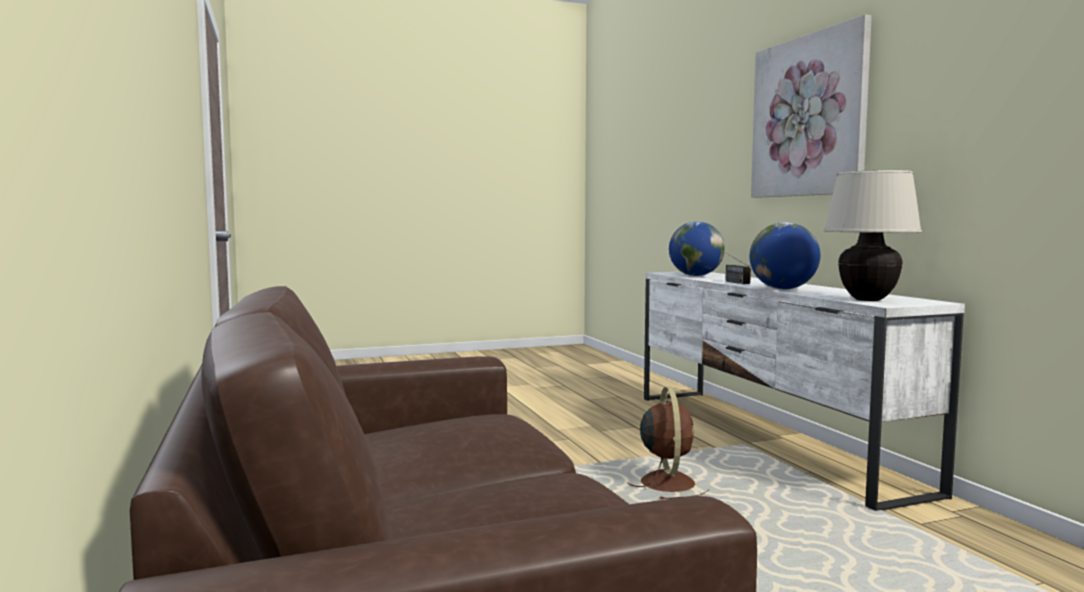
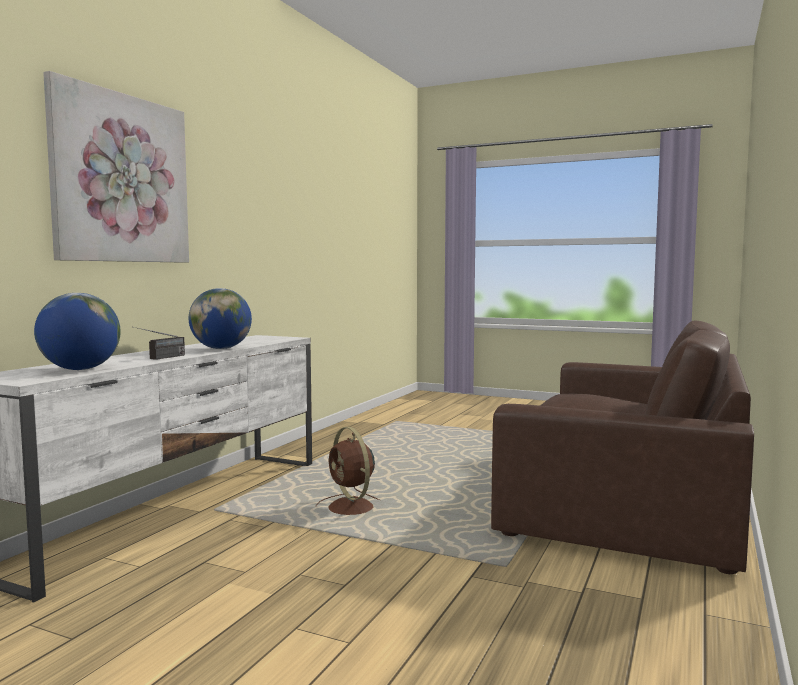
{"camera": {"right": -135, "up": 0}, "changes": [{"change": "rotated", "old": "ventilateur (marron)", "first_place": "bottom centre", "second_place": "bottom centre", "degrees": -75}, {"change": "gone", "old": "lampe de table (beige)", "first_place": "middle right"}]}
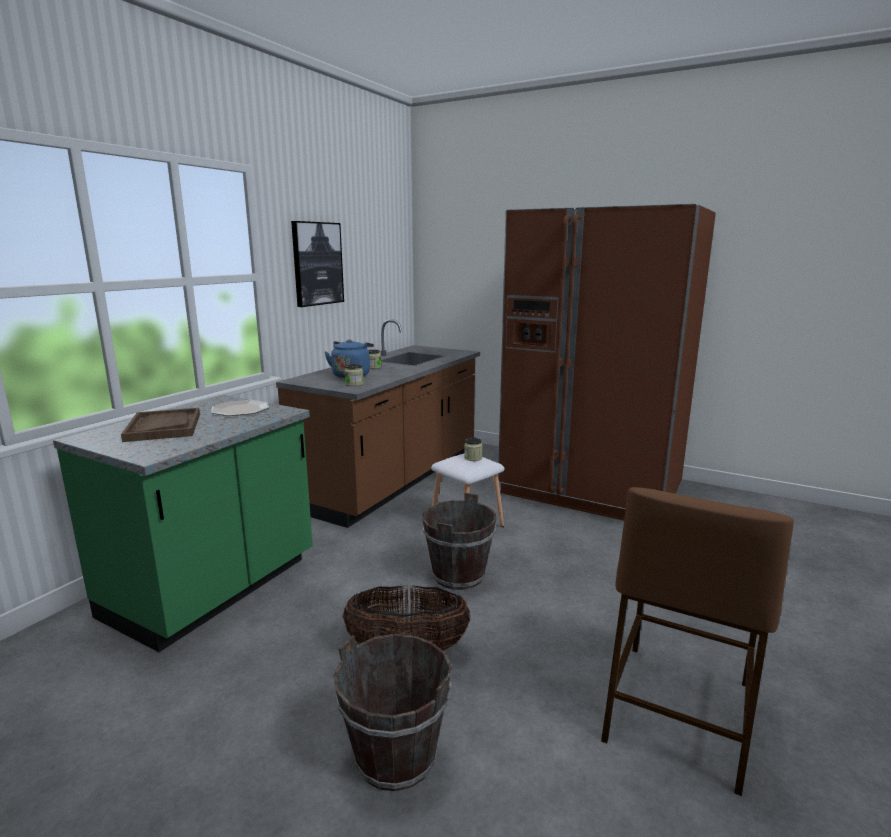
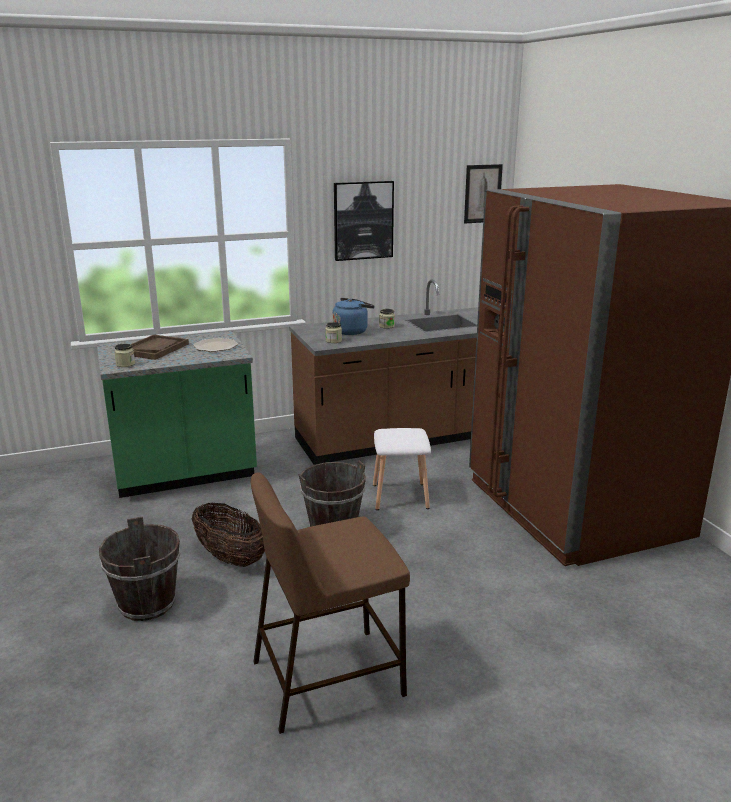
{"camera": {"right": 40, "up": 5}, "changes": [{"change": "shifted", "old": "bocal (no. 3 from left in the first image)", "new": "bocal (no. 1 from left)", "first_place": "centre", "second_place": "middle left"}, {"change": "new", "new": "tableau (no. 2 from left)", "second_place": "top centre"}]}
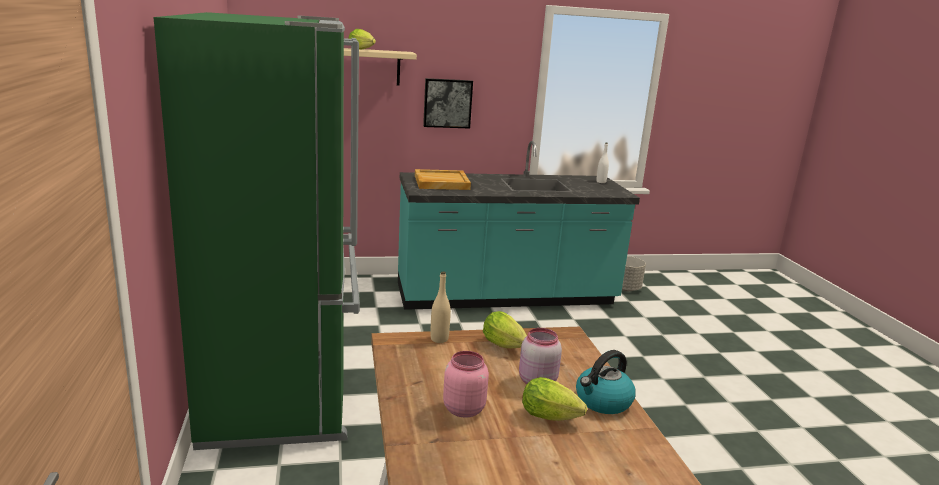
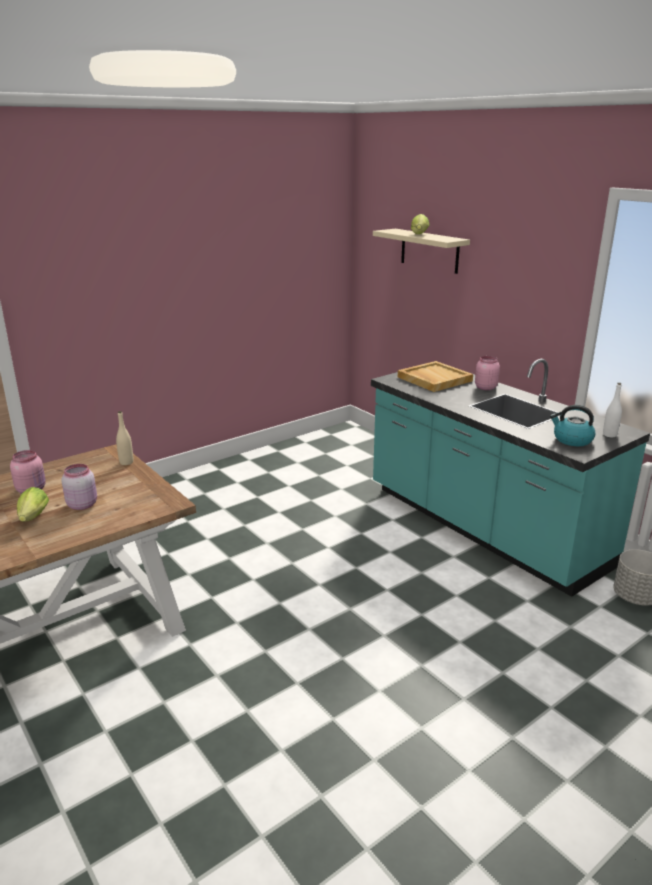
{"camera": {"right": 65, "up": 5}, "changes": [{"change": "gone", "old": "réfrigérateur (vert)", "first_place": "middle left"}, {"change": "gone", "old": "tableau", "first_place": "top centre"}, {"change": "gone", "old": "laitue (no. 2 from left)", "first_place": "bottom centre"}, {"change": "shifted", "old": "bouilloire", "first_place": "bottom centre", "second_place": "middle right"}, {"change": "new", "new": "bocal (rose) (no. 3 from left)", "second_place": "middle right"}]}
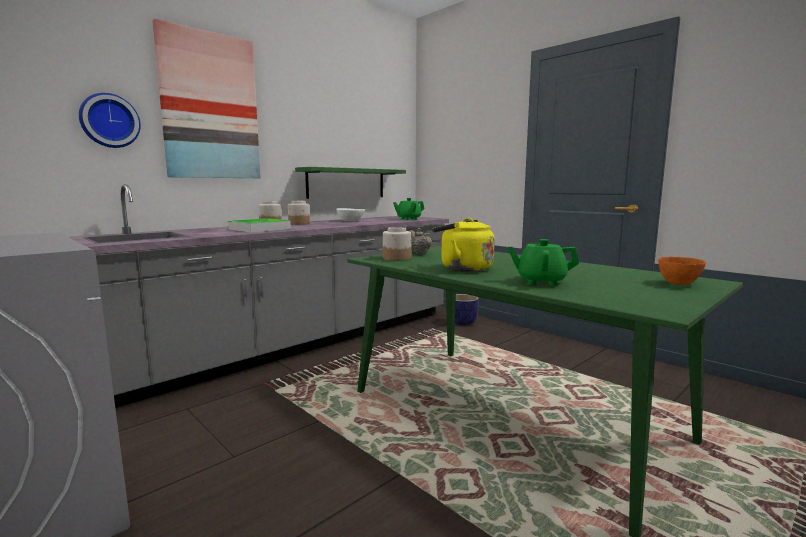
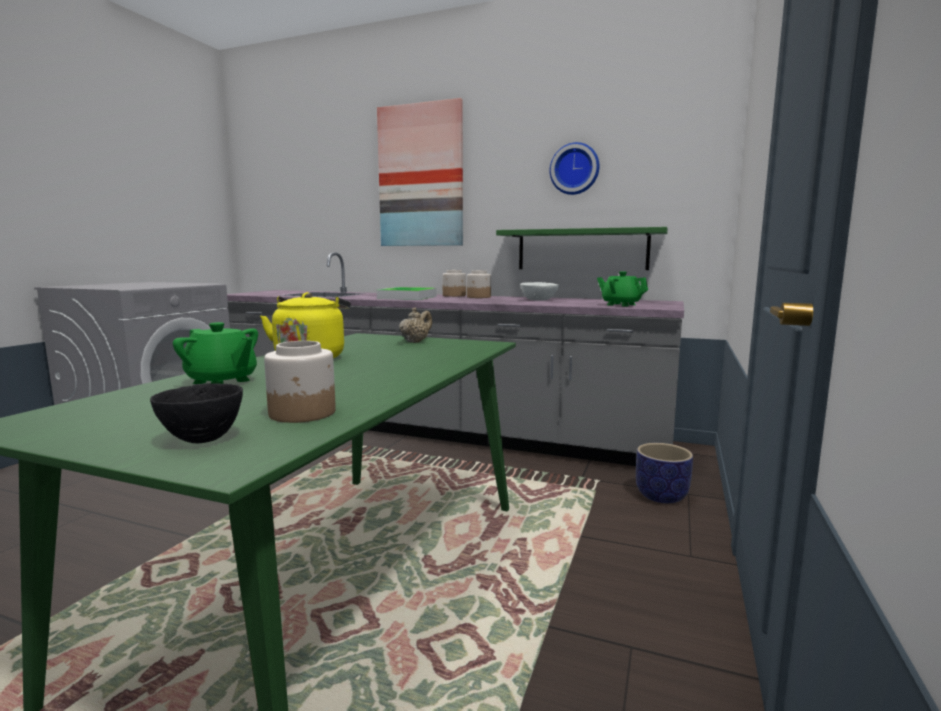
{"camera": {"right": 65, "up": 0}, "changes": [{"change": "shifted", "old": "horloge murale", "first_place": "top left", "second_place": "top centre"}, {"change": "shifted", "old": "bocal (no. 3 from left in the first image)", "new": "bocal (no. 1 from left)", "first_place": "centre", "second_place": "middle left"}, {"change": "rotated", "old": "théière (vert) (no. 2 from left in the first image)", "first_place": "middle right", "second_place": "middle left", "degrees": 135}, {"change": "repainted", "old": "bol (orange)", "new": "bol (noir)", "first_place": "middle right", "second_place": "middle left"}]}
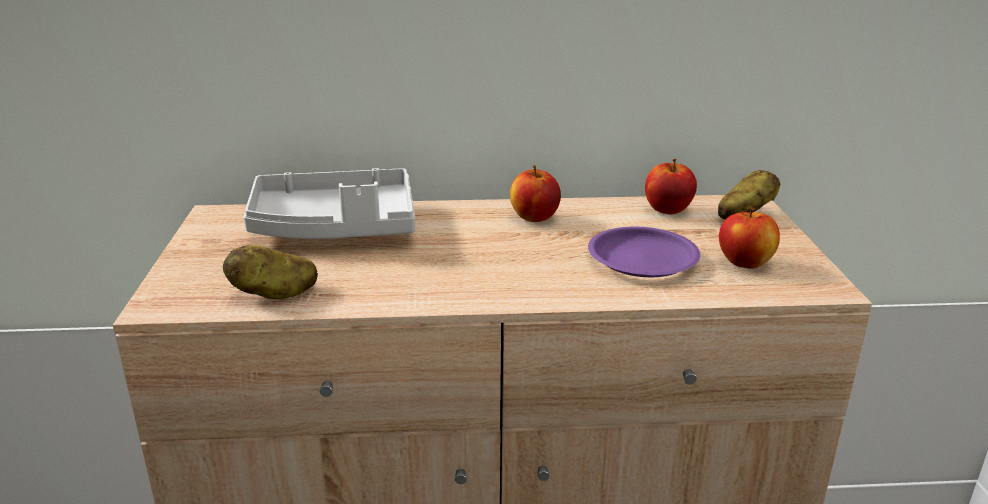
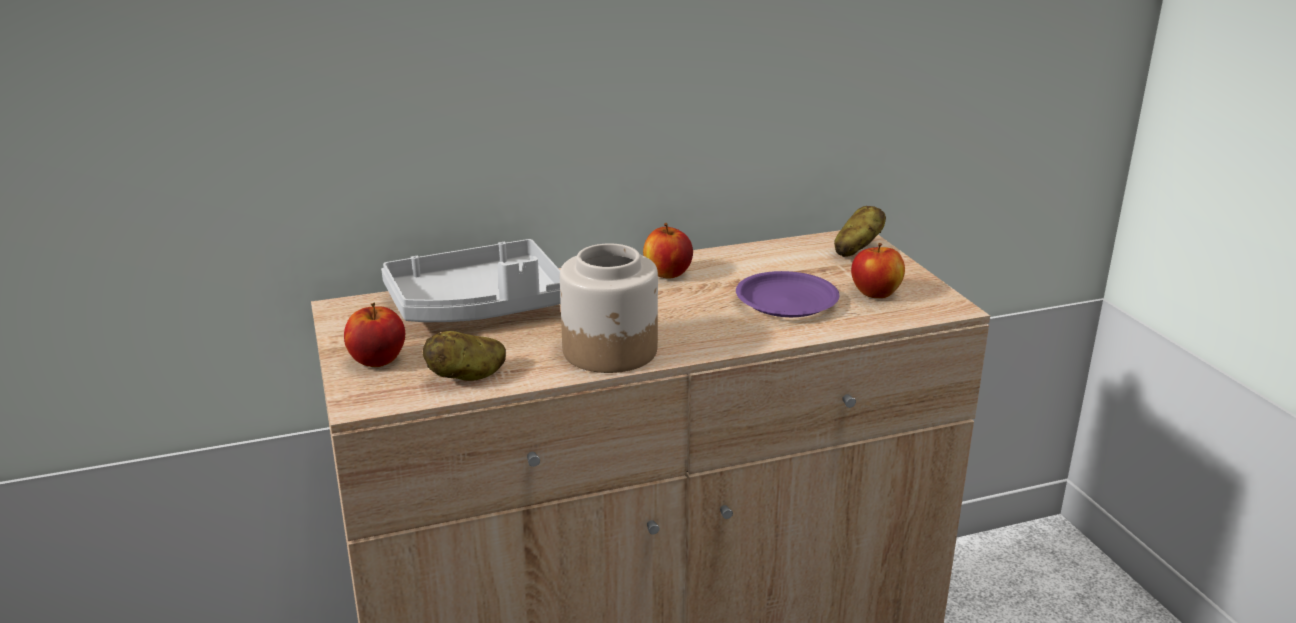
{"camera": {"right": -15, "up": 0}, "changes": [{"change": "shifted", "old": "pomme (no. 2 from left in the first image)", "new": "pomme (no. 1 from left)", "first_place": "middle right", "second_place": "middle left"}, {"change": "new", "new": "bocal", "second_place": "centre"}]}
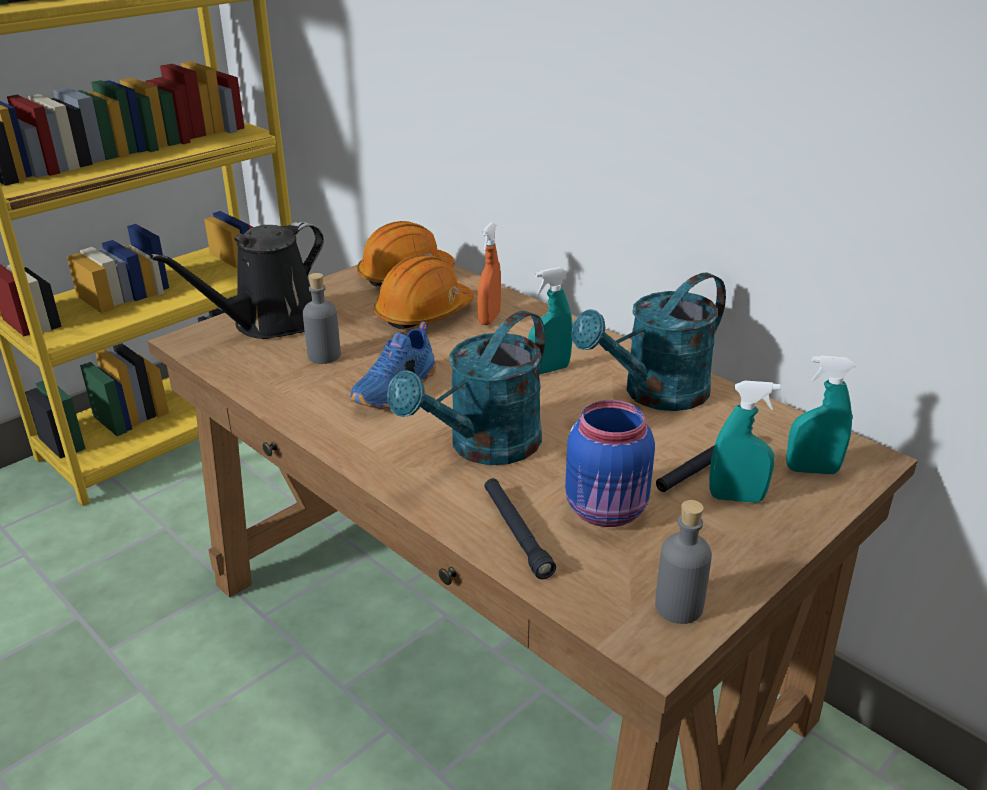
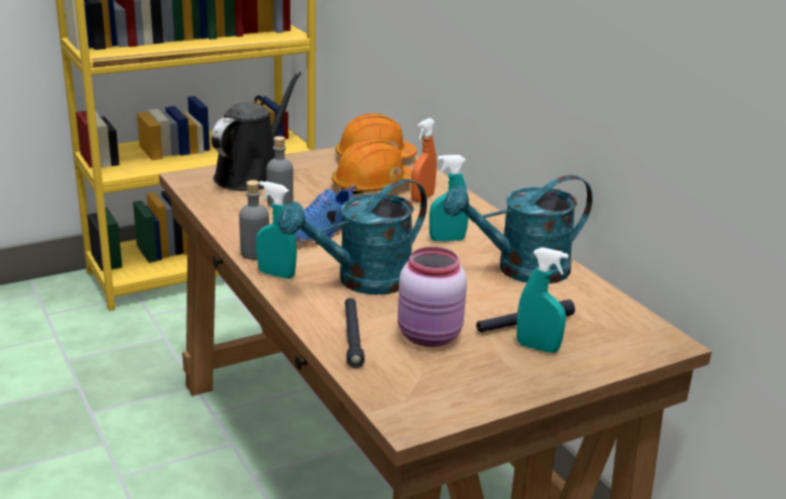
{"camera": {"right": 15, "up": -5}, "changes": [{"change": "rotated", "old": "arrosoir (noir)", "first_place": "middle left", "second_place": "top left", "degrees": 150}, {"change": "repainted", "old": "bocal (bleu)", "new": "bocal (rose)", "first_place": "centre", "second_place": "centre"}, {"change": "shifted", "old": "bouteille (gris) (no. 2 from left in the first image)", "new": "bouteille (gris) (no. 1 from left)", "first_place": "bottom right", "second_place": "middle left"}, {"change": "shifted", "old": "vaporisateur (turquoise) (no. 3 from left in the first image)", "new": "vaporisateur (turquoise) (no. 1 from left)", "first_place": "middle right", "second_place": "centre"}]}
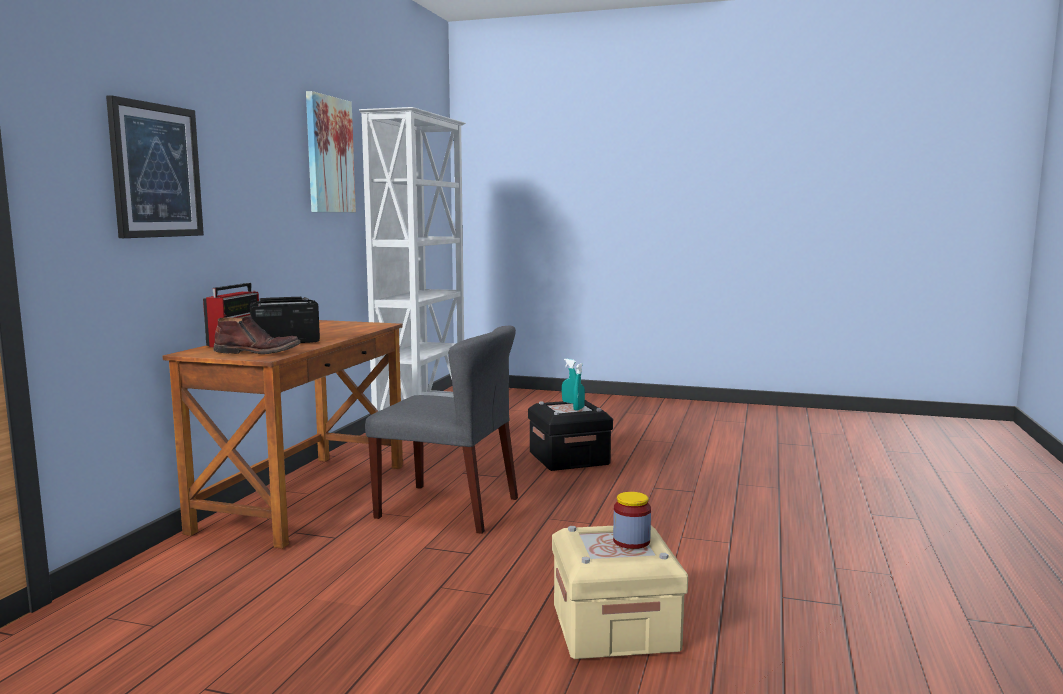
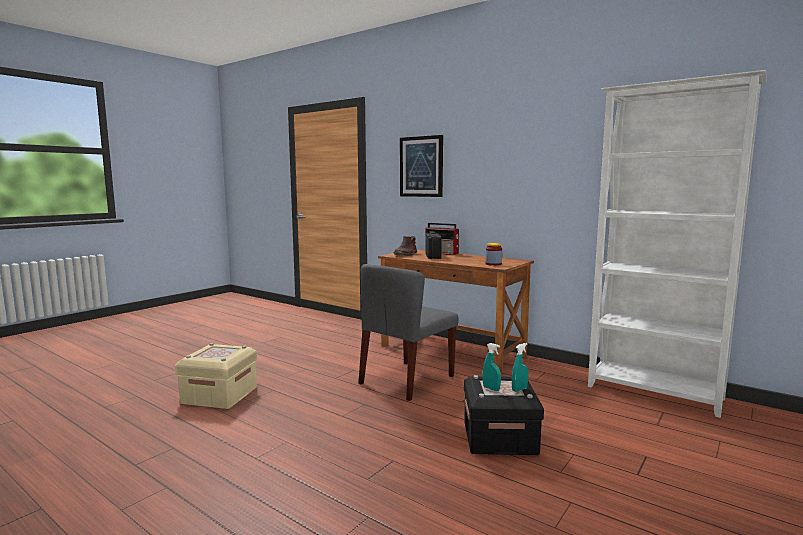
{"camera": {"right": 110, "up": 0}, "changes": [{"change": "gone", "old": "tableau (no. 2 from left)", "first_place": "top left"}, {"change": "shifted", "old": "bocal", "first_place": "bottom centre", "second_place": "centre"}]}
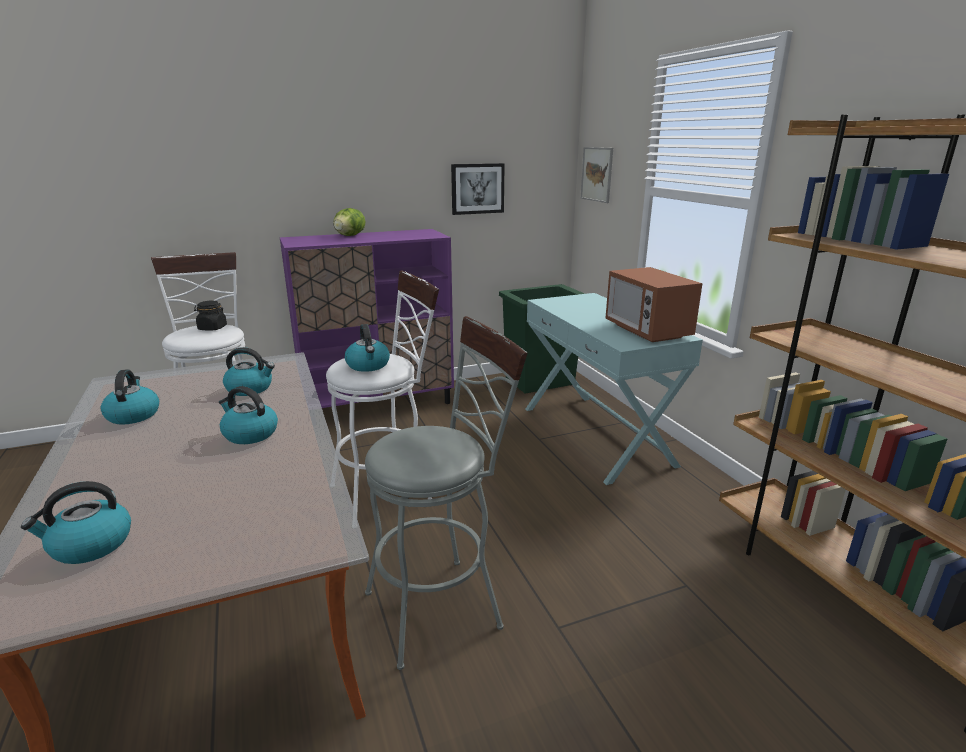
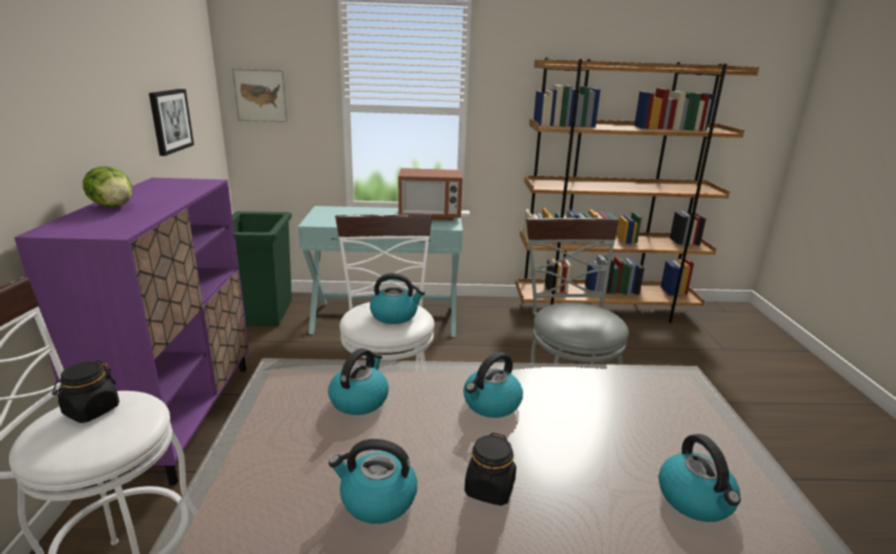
{"camera": {"right": -70, "up": 0}, "changes": [{"change": "new", "new": "bocal (noir) (no. 2 from left)", "second_place": "bottom centre"}]}
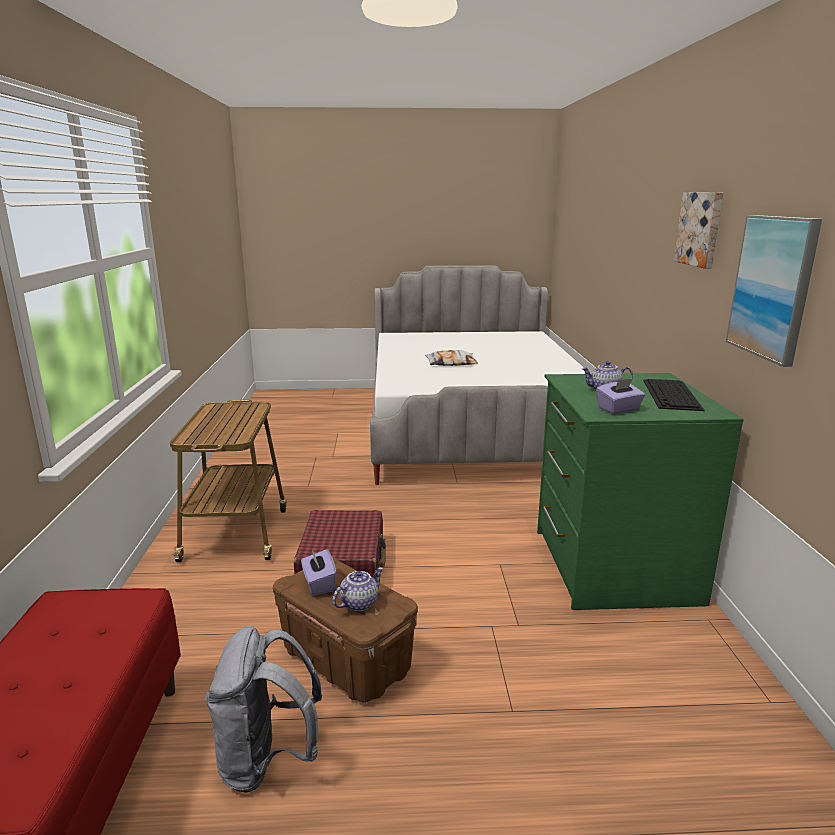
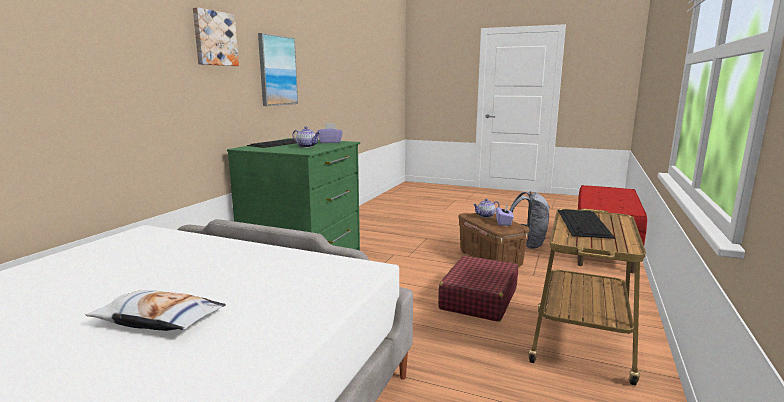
{"camera": {"right": -155, "up": -5}, "changes": [{"change": "new", "new": "clavier (no. 2 from left)", "second_place": "middle right"}]}
